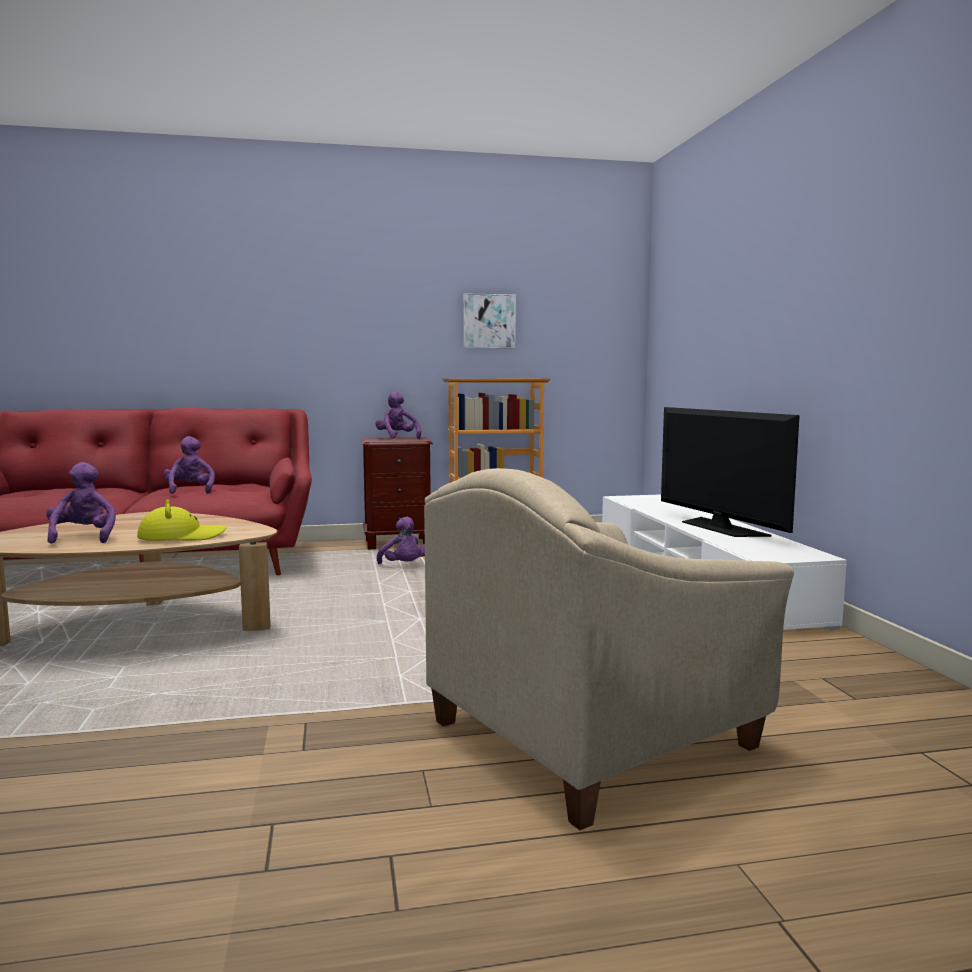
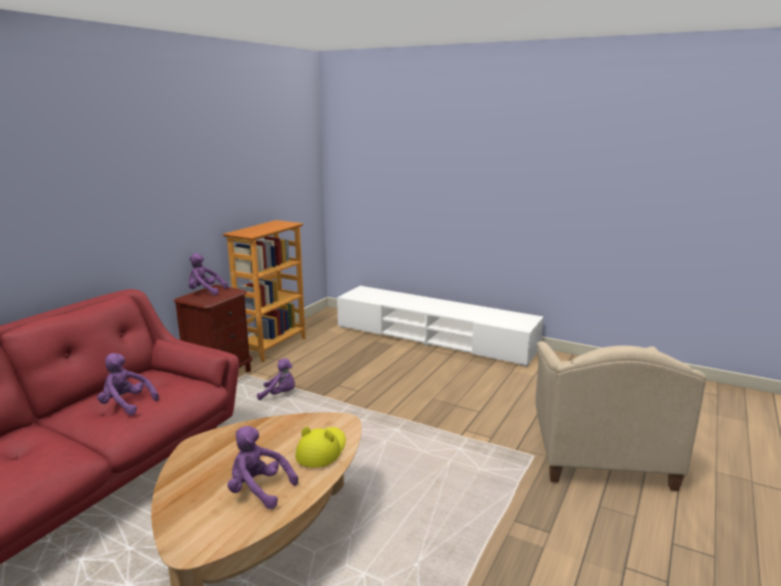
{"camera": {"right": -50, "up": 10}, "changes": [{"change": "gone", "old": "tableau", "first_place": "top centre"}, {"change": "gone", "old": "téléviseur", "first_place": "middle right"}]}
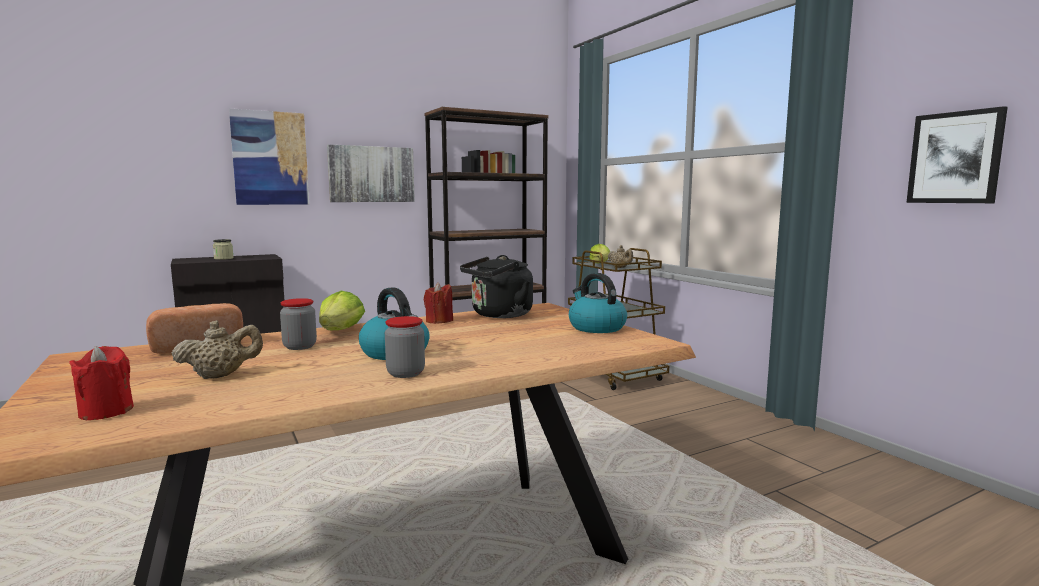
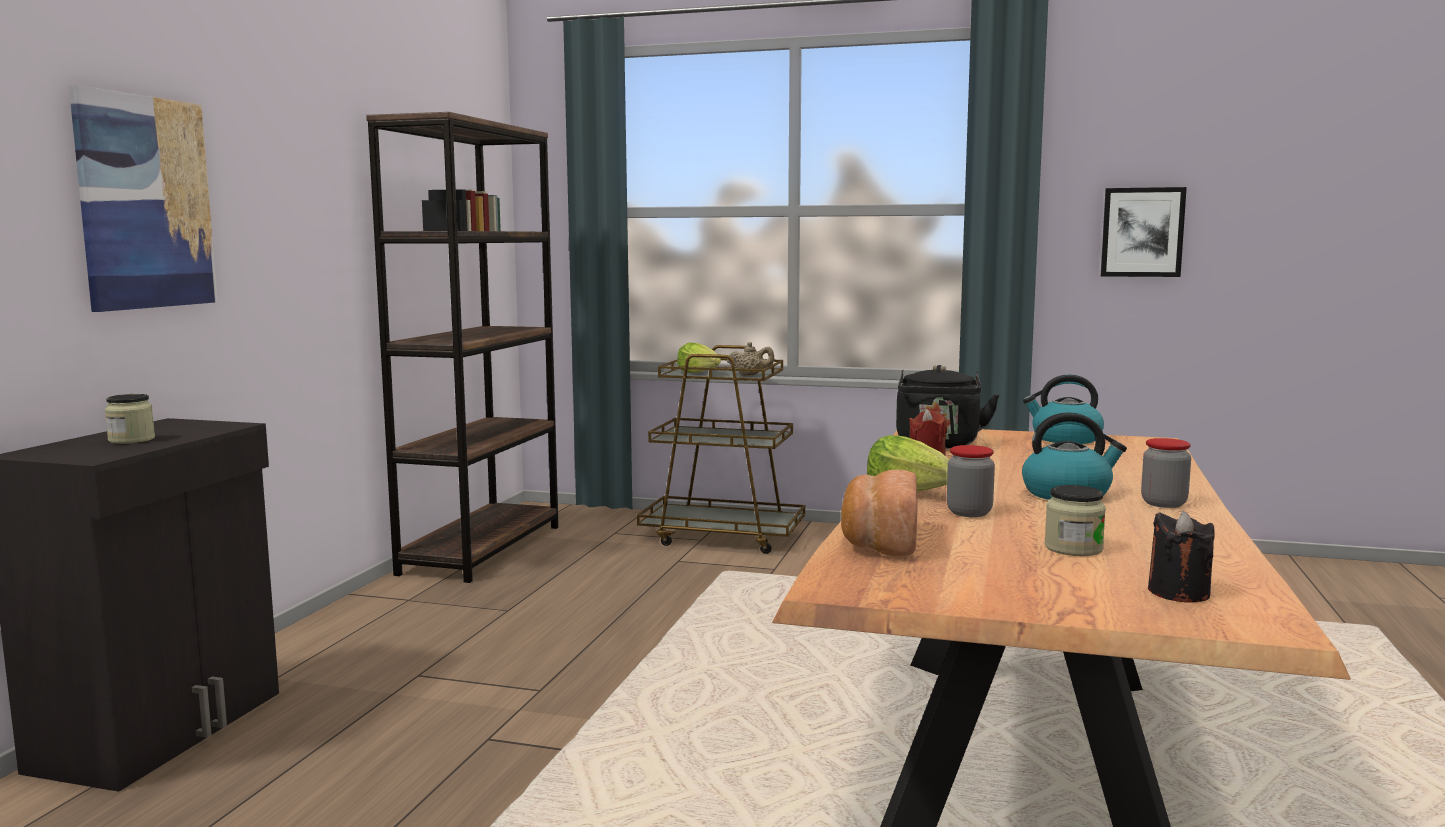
{"camera": {"right": -45, "up": 0}, "changes": [{"change": "repainted", "old": "bougie (rouge) (no. 1 from left)", "new": "bougie (noir)", "first_place": "middle left", "second_place": "bottom right"}, {"change": "swapped", "old": "théière (beige) (no. 1 from left)", "new": "bocal (no. 3 from left)", "first_place": "middle left", "second_place": "middle right"}, {"change": "gone", "old": "tableau (no. 2 from left)", "first_place": "top centre"}]}
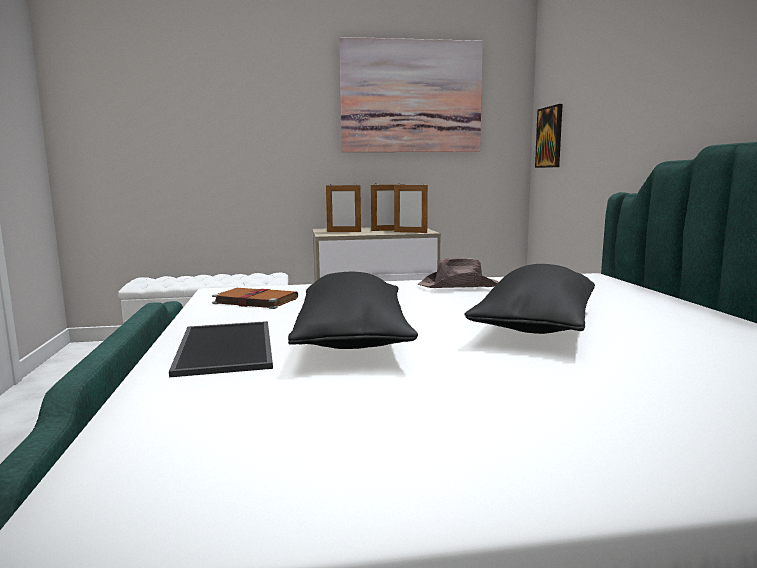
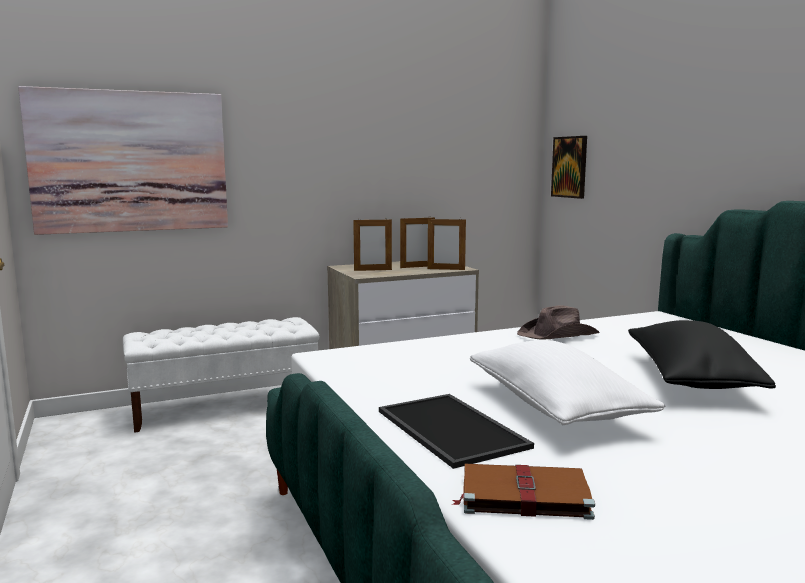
{"camera": {"right": -15, "up": 0}, "changes": [{"change": "shifted", "old": "livre (marron)", "first_place": "centre", "second_place": "bottom centre"}, {"change": "repainted", "old": "coussin (noir) (no. 1 from left)", "new": "coussin (blanc)", "first_place": "centre", "second_place": "middle right"}, {"change": "shifted", "old": "tableau (no. 1 from left)", "first_place": "top centre", "second_place": "top left"}]}
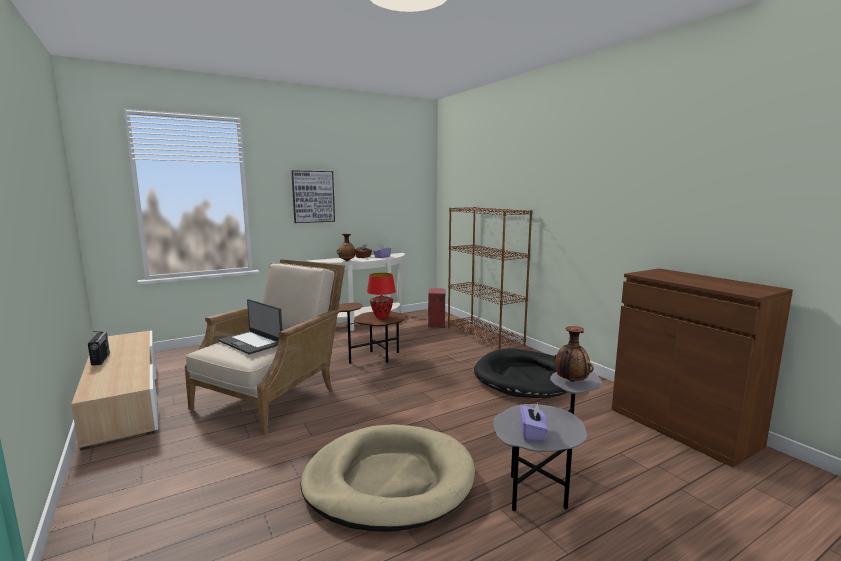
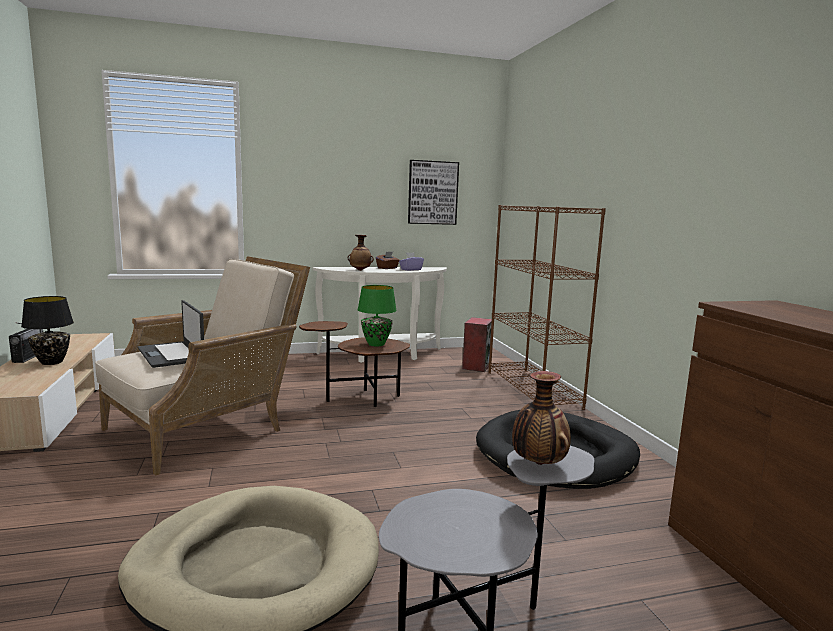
{"camera": {"right": 15, "up": 0}, "changes": [{"change": "shifted", "old": "tableau", "first_place": "centre", "second_place": "top centre"}, {"change": "repainted", "old": "lampe de table (rouge)", "new": "lampe de table (vert)", "first_place": "centre", "second_place": "centre"}, {"change": "gone", "old": "boîte à mouchoirs (violet) (no. 2 from left)", "first_place": "bottom centre"}, {"change": "new", "new": "lampe de table (noir)", "second_place": "middle left"}]}
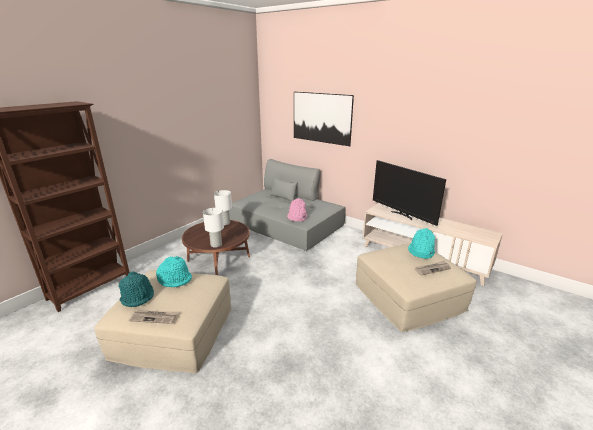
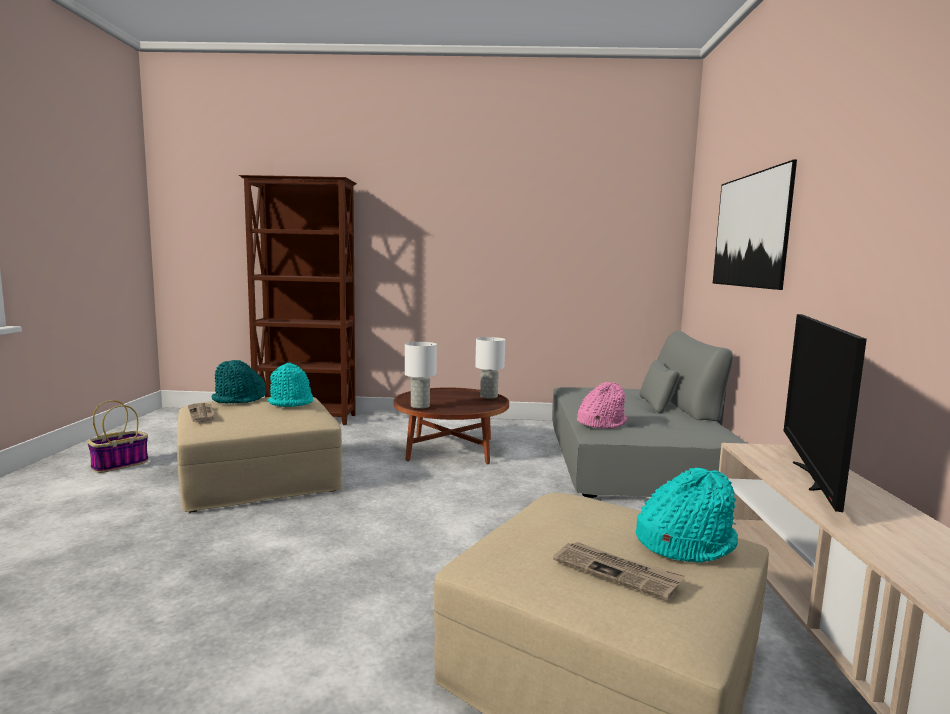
{"camera": {"right": 55, "up": -15}, "changes": [{"change": "new", "new": "panier", "second_place": "middle left"}]}
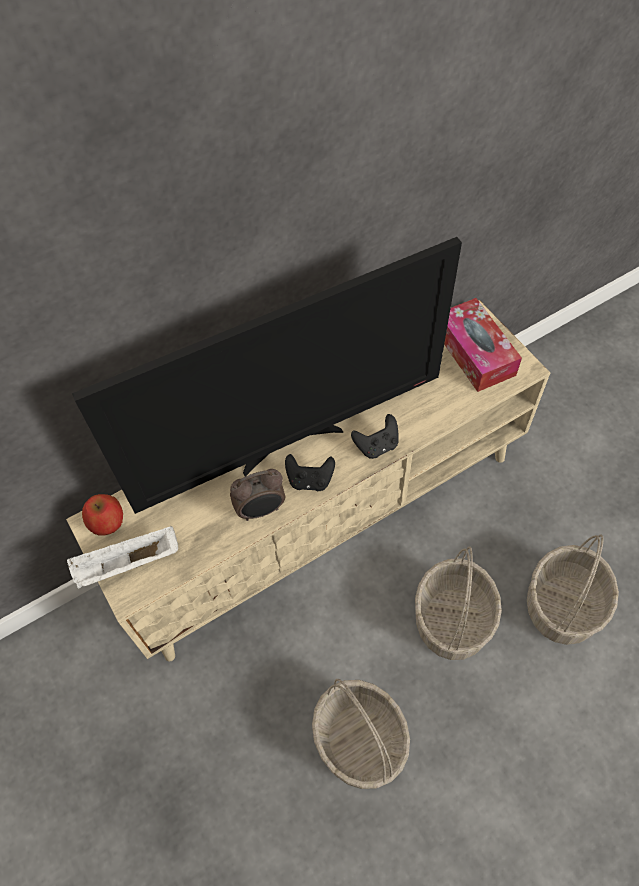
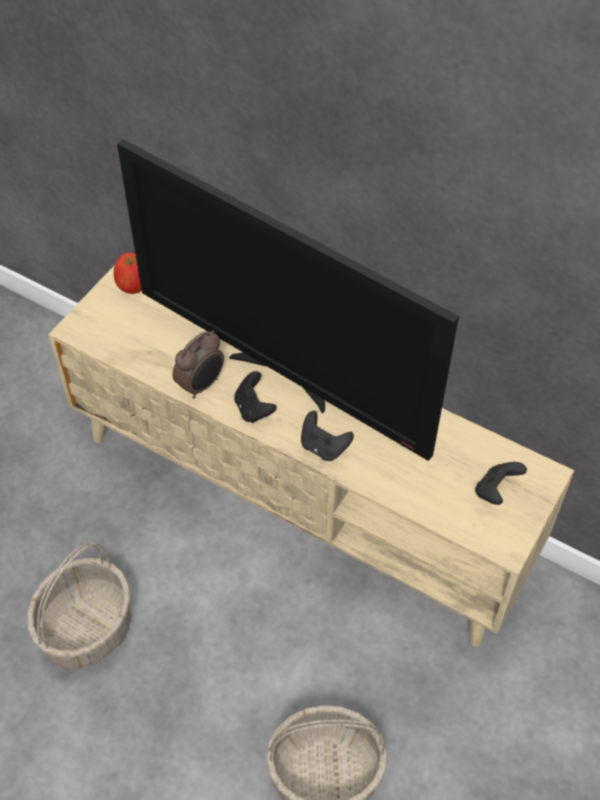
{"camera": {"right": 60, "up": -5}, "changes": [{"change": "gone", "old": "plateau (blanc)", "first_place": "middle left"}, {"change": "rotated", "old": "réveil", "first_place": "centre", "second_place": "middle left", "degrees": -90}, {"change": "gone", "old": "panier (no. 2 from left)", "first_place": "bottom right"}, {"change": "swapped", "old": "boîte à mouchoirs", "new": "manette (noir) (no. 3 from left)", "first_place": "middle right", "second_place": "middle right"}]}
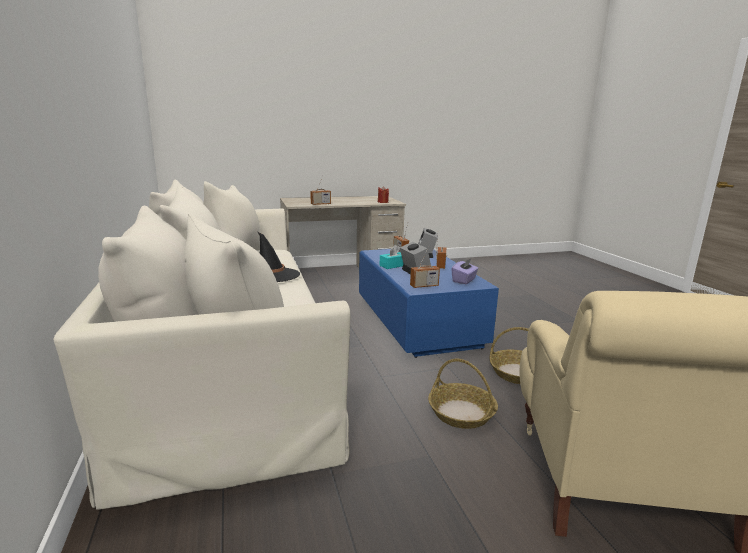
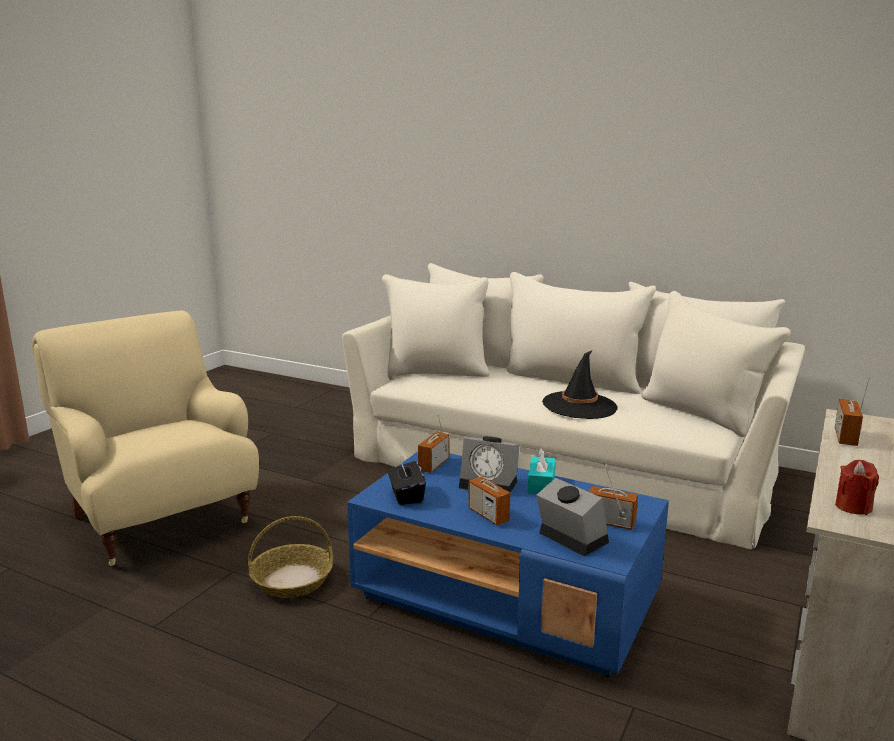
{"camera": {"right": 135, "up": 0}, "changes": [{"change": "gone", "old": "panier (no. 1 from left)", "first_place": "bottom centre"}, {"change": "repainted", "old": "boîte à mouchoirs (violet)", "new": "boîte à mouchoirs (noir)", "first_place": "centre", "second_place": "centre"}]}
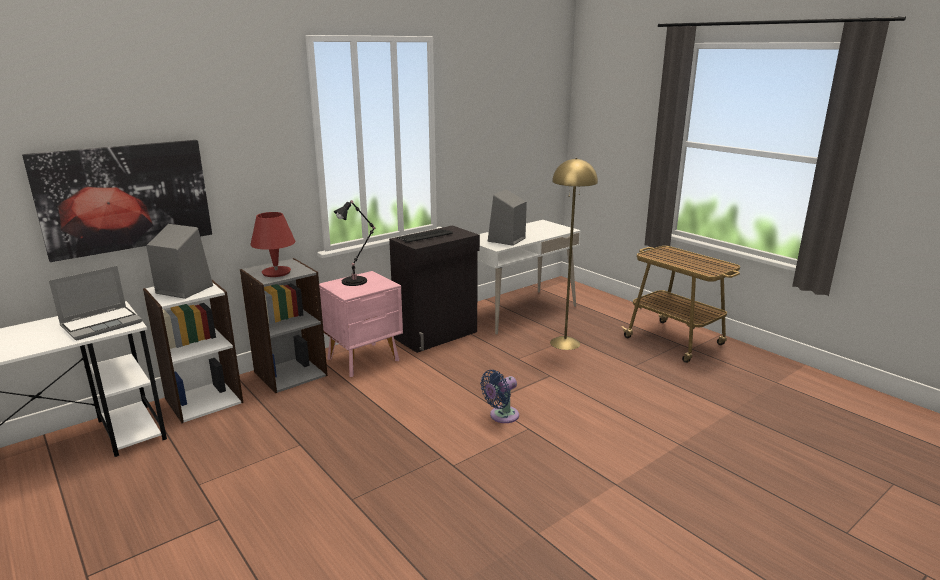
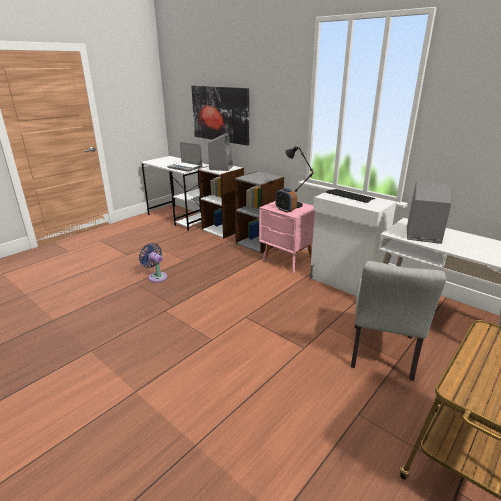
{"camera": {"right": 80, "up": 5}, "changes": [{"change": "gone", "old": "lampe de table (rouge)", "first_place": "middle left"}, {"change": "repainted", "old": "meuble de rangement (noir)", "new": "meuble de rangement (blanc)", "first_place": "centre", "second_place": "middle right"}, {"change": "shifted", "old": "ventilateur (bleu)", "first_place": "bottom centre", "second_place": "middle left"}, {"change": "swapped", "old": "lampadaire (jaune)", "new": "chaise (gris)", "first_place": "centre", "second_place": "middle right"}, {"change": "new", "new": "réveil", "second_place": "centre"}]}
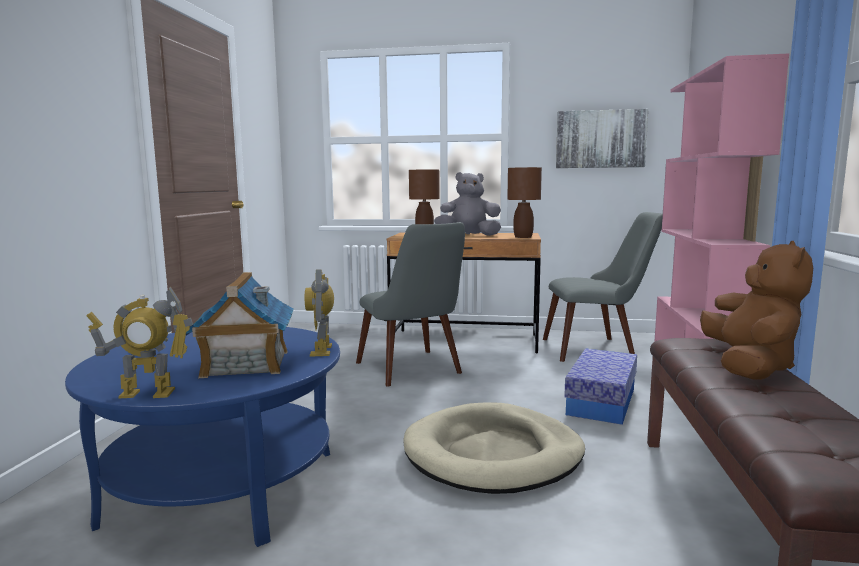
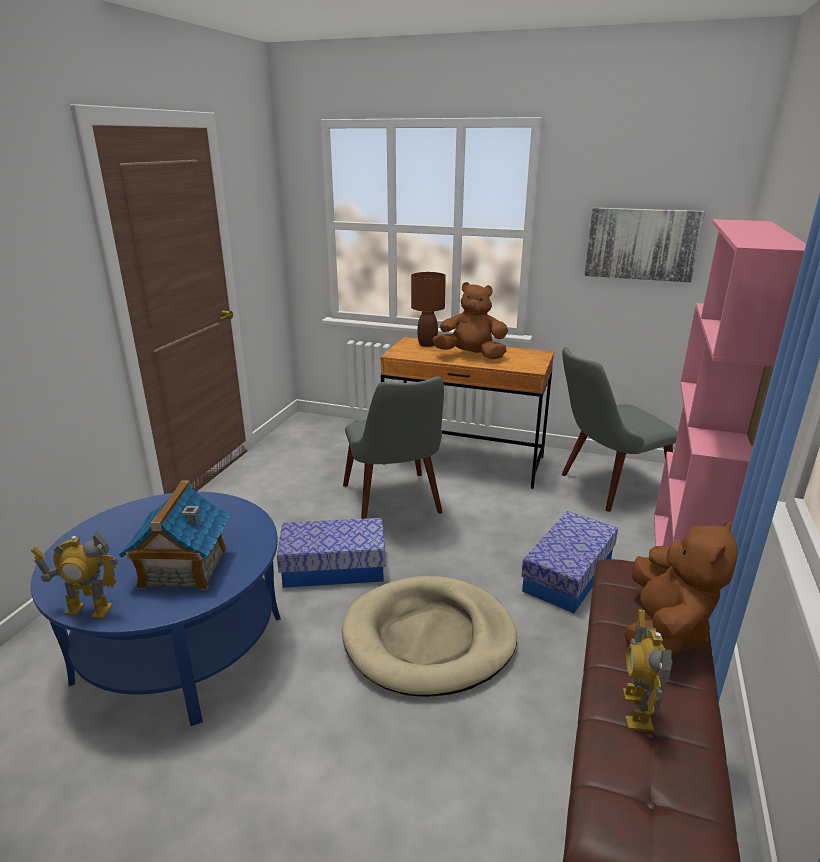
{"camera": {"right": 10, "up": 15}, "changes": [{"change": "shifted", "old": "robot jouet (no. 2 from left)", "first_place": "centre", "second_place": "bottom right"}, {"change": "repainted", "old": "peluche (gris)", "new": "peluche (marron) (no. 1 from left)", "first_place": "centre", "second_place": "centre"}, {"change": "gone", "old": "lampe de table (marron) (no. 2 from left)", "first_place": "centre"}, {"change": "rotated", "old": "chaise (gris) (no. 2 from left)", "first_place": "middle right", "second_place": "middle right", "degrees": 150}, {"change": "new", "new": "boîte de rangement (no. 1 from left)", "second_place": "centre"}]}
